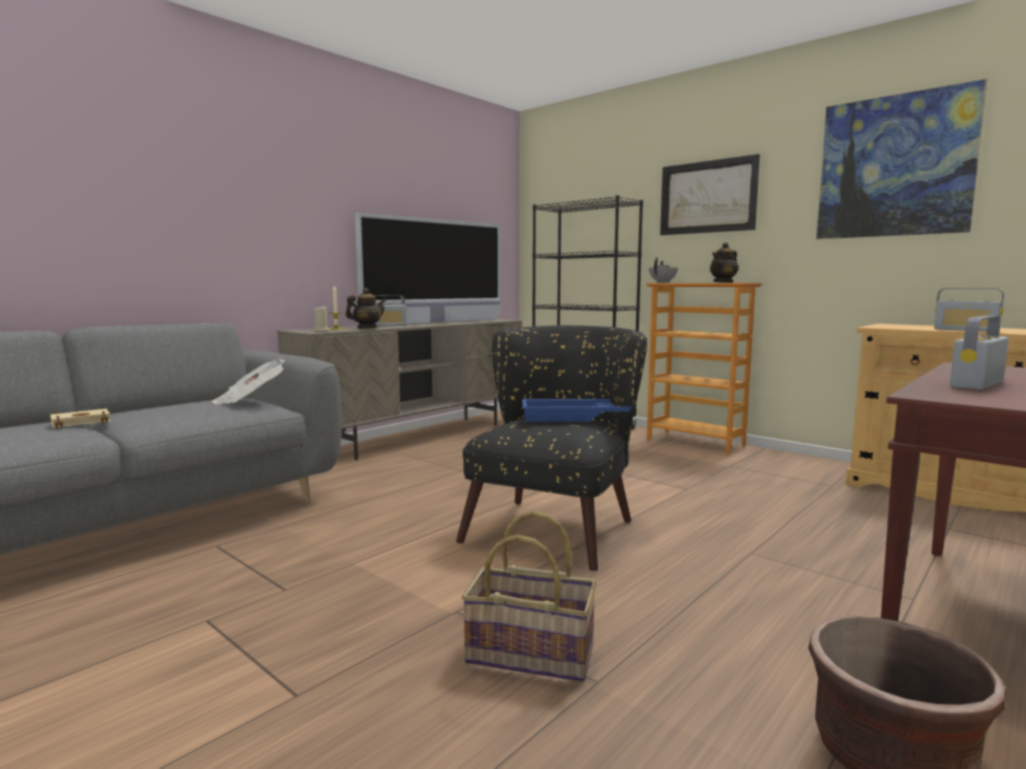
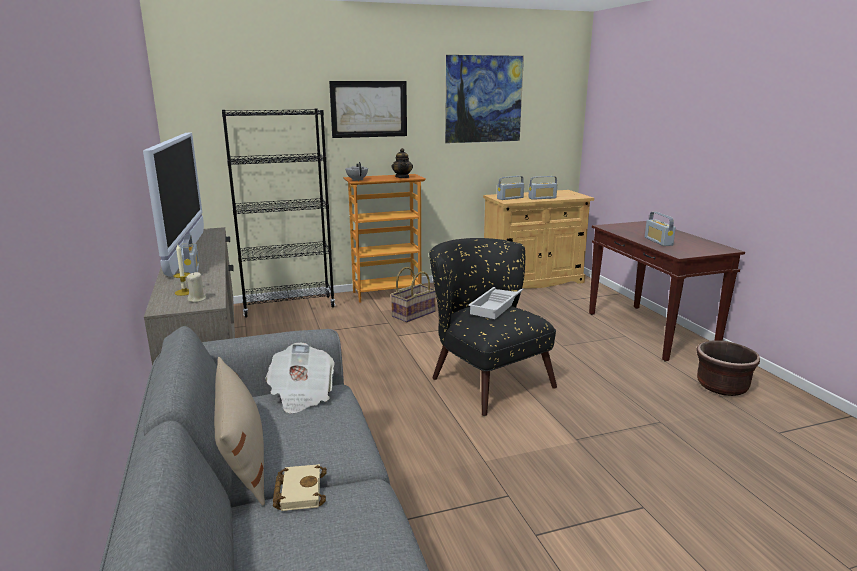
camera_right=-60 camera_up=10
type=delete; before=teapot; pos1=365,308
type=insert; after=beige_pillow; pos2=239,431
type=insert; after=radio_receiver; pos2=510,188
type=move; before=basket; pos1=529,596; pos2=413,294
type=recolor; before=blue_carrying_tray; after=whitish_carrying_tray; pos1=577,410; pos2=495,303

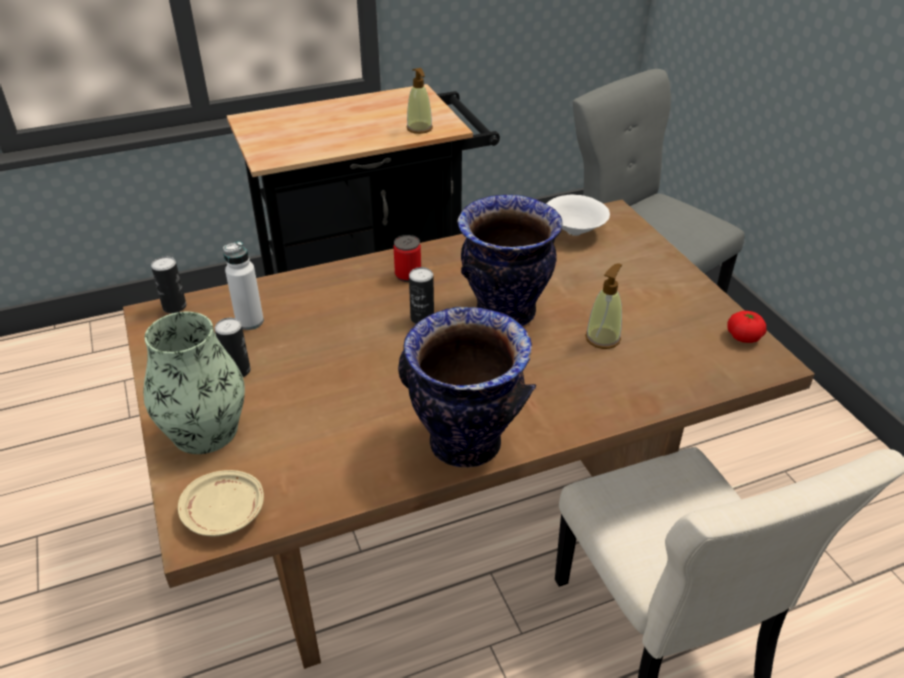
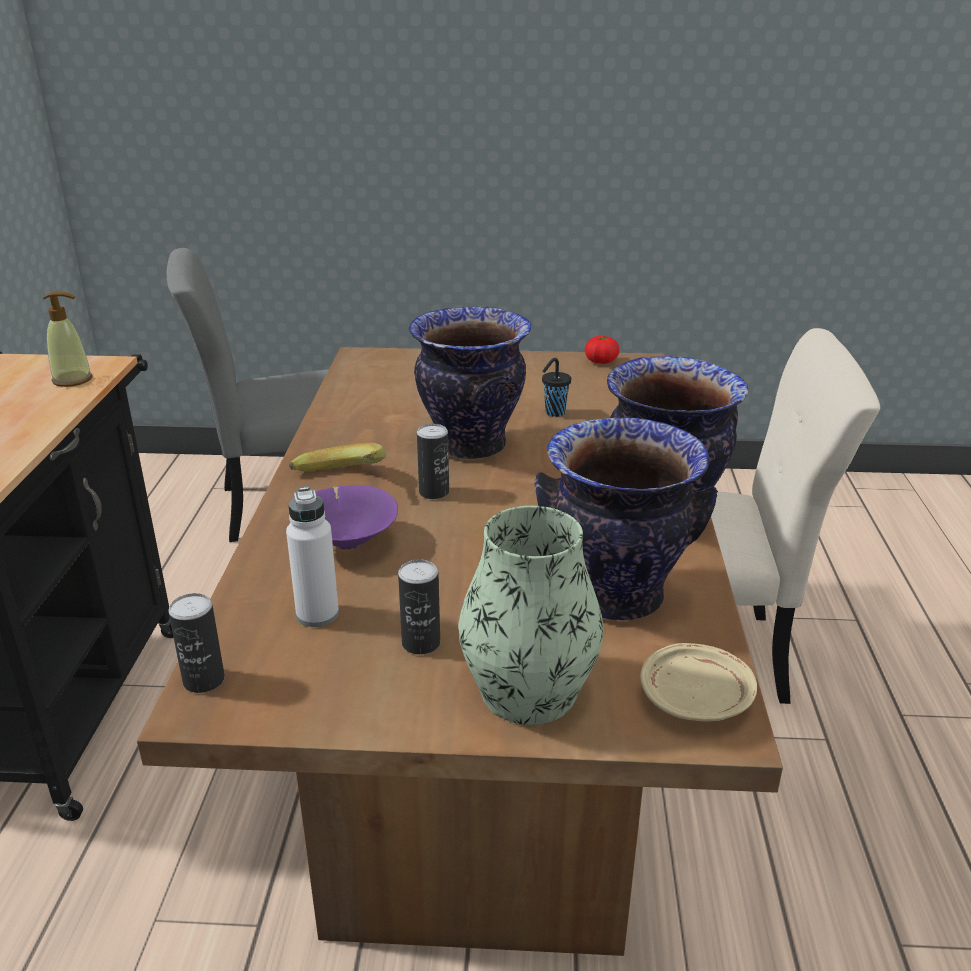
camera_right=-65 camera_up=-10
type=delete; before=whitish_deep_dish; pos1=578,215
type=insert; after=purple_deep_dish; pos2=356,517
type=insert; after=decorative_vase; pos2=626,519
type=replace; before=can; after=whole_banana; pos1=407,258; pos2=337,457
type=replace; before=liquid_soap_bottle; after=black-coloured_drinking_cup; pos1=603,306; pos2=556,387

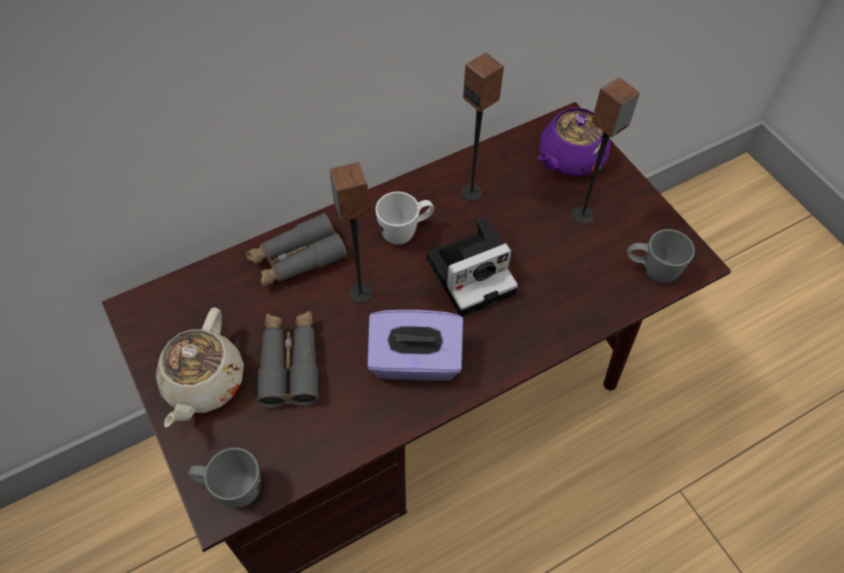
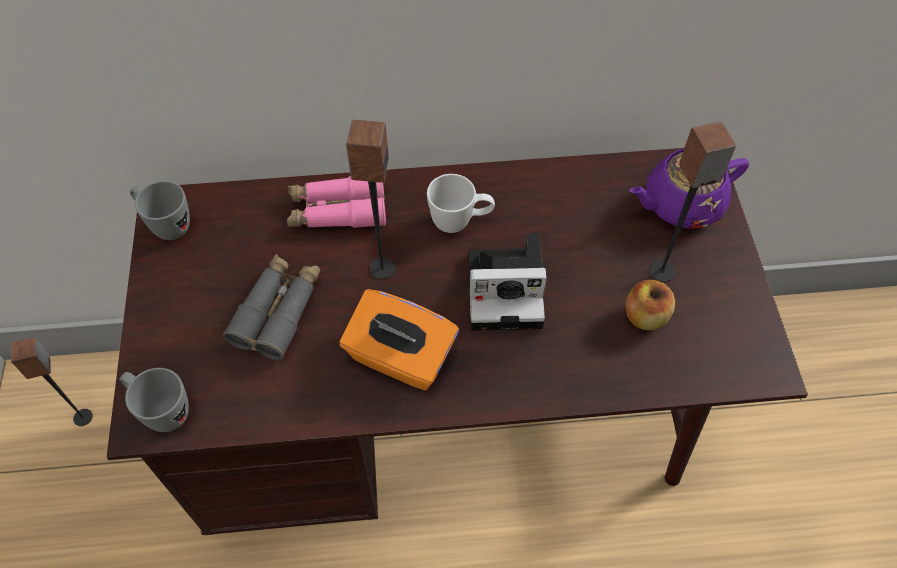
camera_right=25 camera_up=0
type=delete; before=beige_teapot; pos1=200,367
type=insert; after=whole_apple; pos2=650,305
type=move; before=speaker; pos1=482,127; pos2=52,382
type=move; before=greyish_coffee_mug; pos1=661,256; pos2=160,210
type=recolor; before=greyish_pair_of_binoculars; after=pink-coloured_pair_of_binoculars; pos1=296,250; pos2=336,202
type=recolor; before=purple_box_of_tissues; after=orange_box_of_tissues; pos1=415,345; pos2=399,340

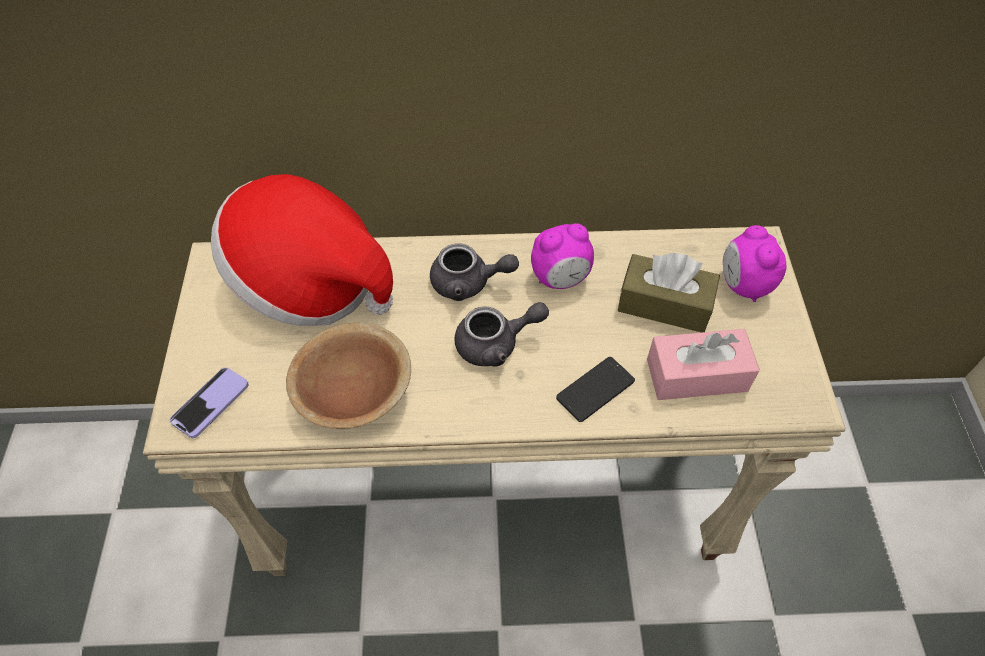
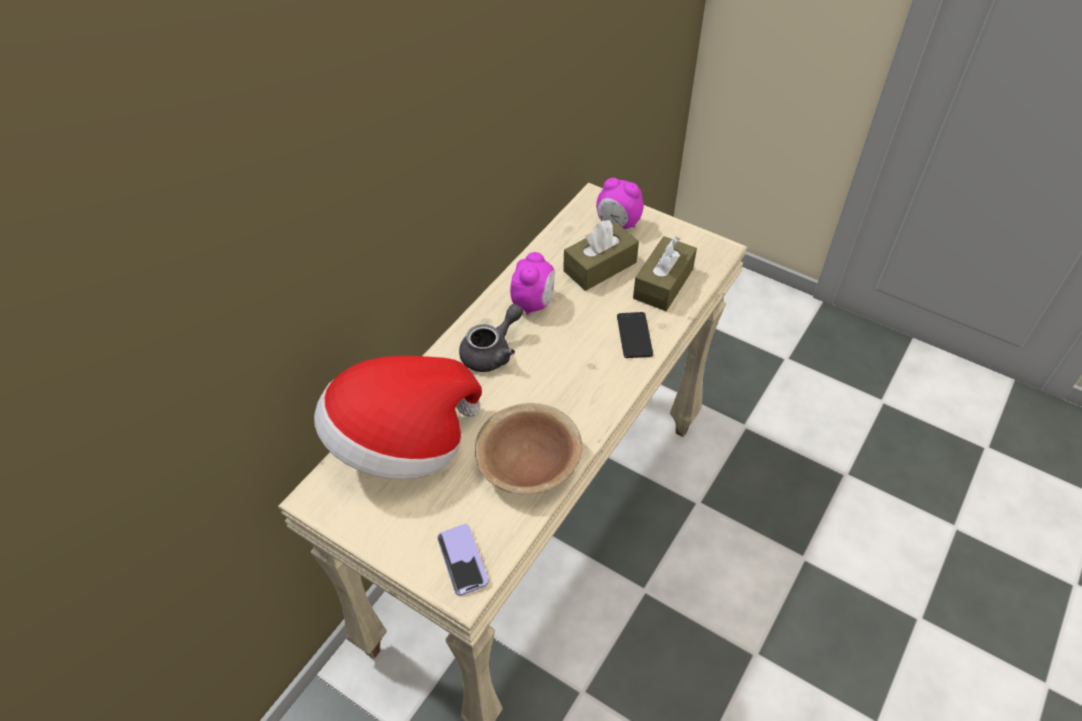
camera_right=-55 camera_up=-5
type=delete; before=greyish_teapot; pos1=501,334
type=recolor; before=pink-coloured_box_of_tissues; after=brown-coloured_box_of_tissues; pos1=703,364; pos2=665,273

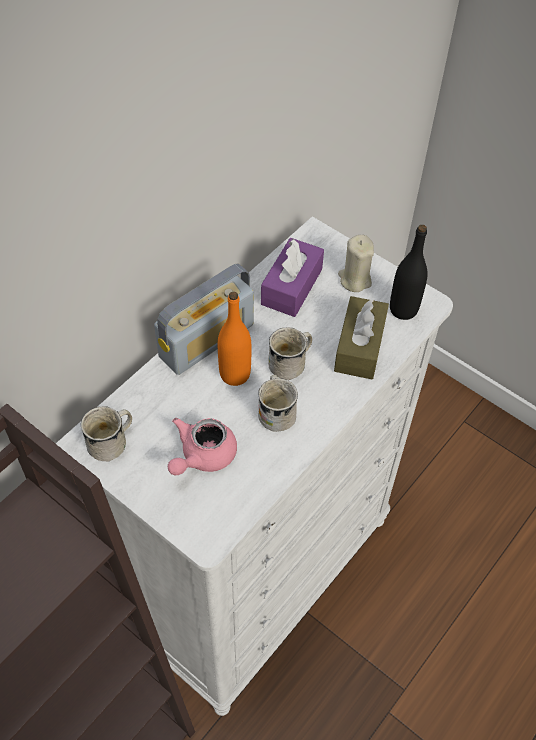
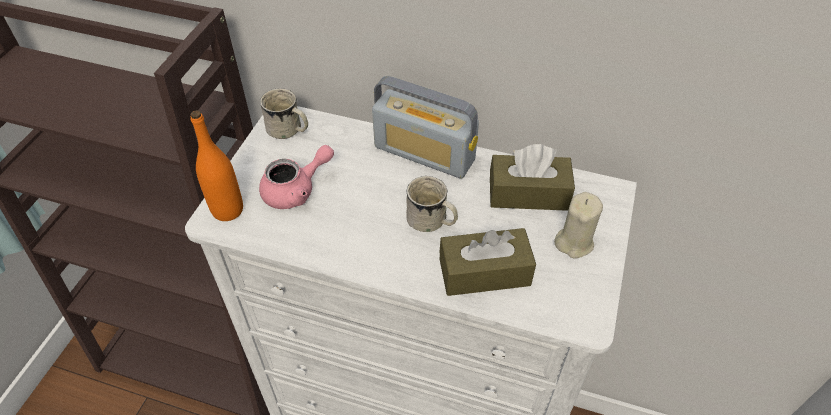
camera_right=70 camera_up=-5
type=delete; before=whitish_coffee_mug; pos1=278,403
type=delete; before=black-coloured_beverage_bottle; pos1=409,272
type=move; before=orange_beverage_bottle; pos1=235,339; pos2=216,165
type=recolor; before=purple_box_of_tissues; after=brown-coloured_box_of_tissues; pos1=292,277; pos2=532,177
type=rotate; before=pink-coloured_teapot; pos1=202,446; pos2=296,177; turn=135

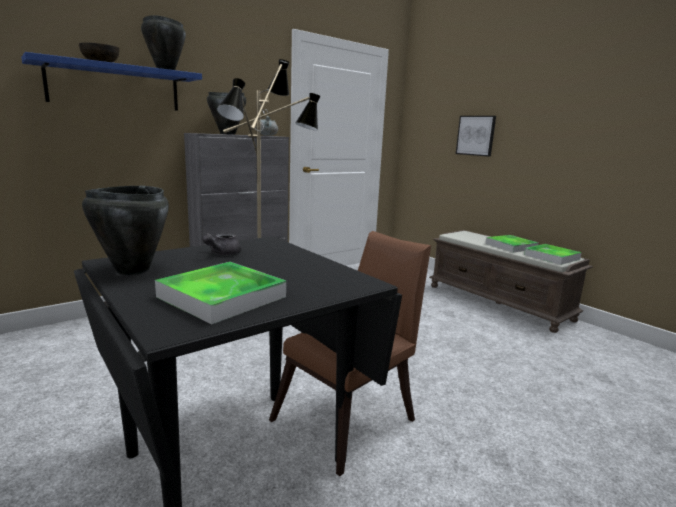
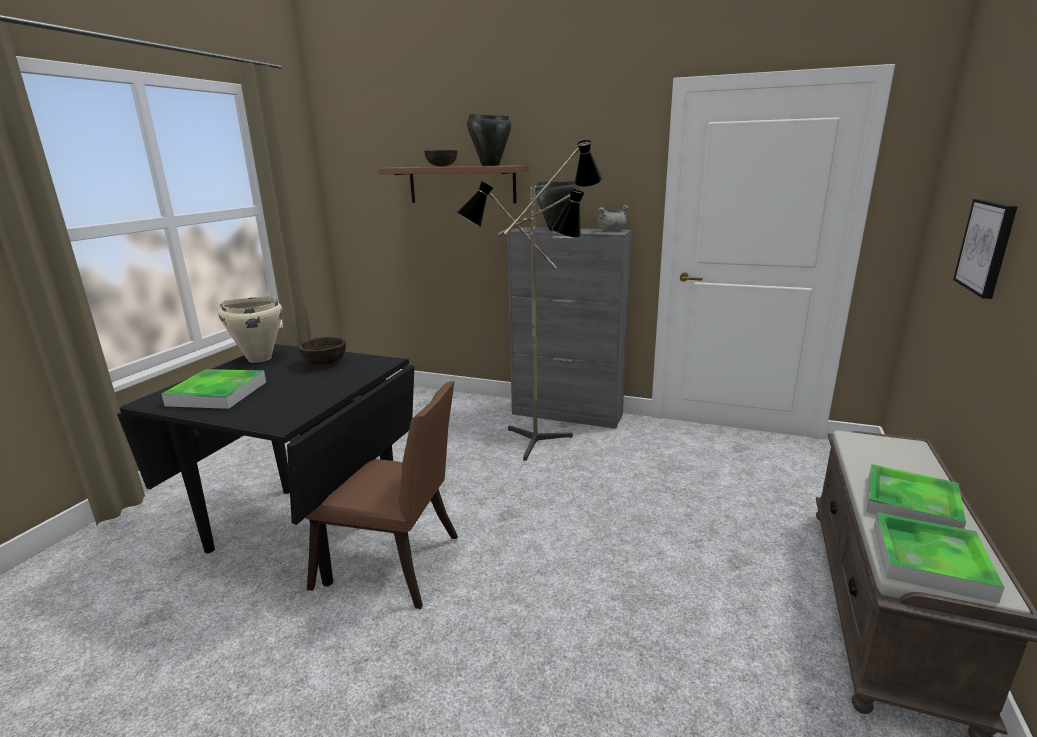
camera_right=60 camera_up=5
type=replace; before=greyish_teapot; after=brown-coloured_deep_dish; pos1=222,244; pos2=322,351
type=recolor; before=blue_bracket_shelf; after=brown-coloured_bracket_shelf; pos1=111,81; pos2=453,184
type=recolor; before=black-coloured_cooking_pot; after=beige_cooking_pot; pos1=125,230; pos2=250,330

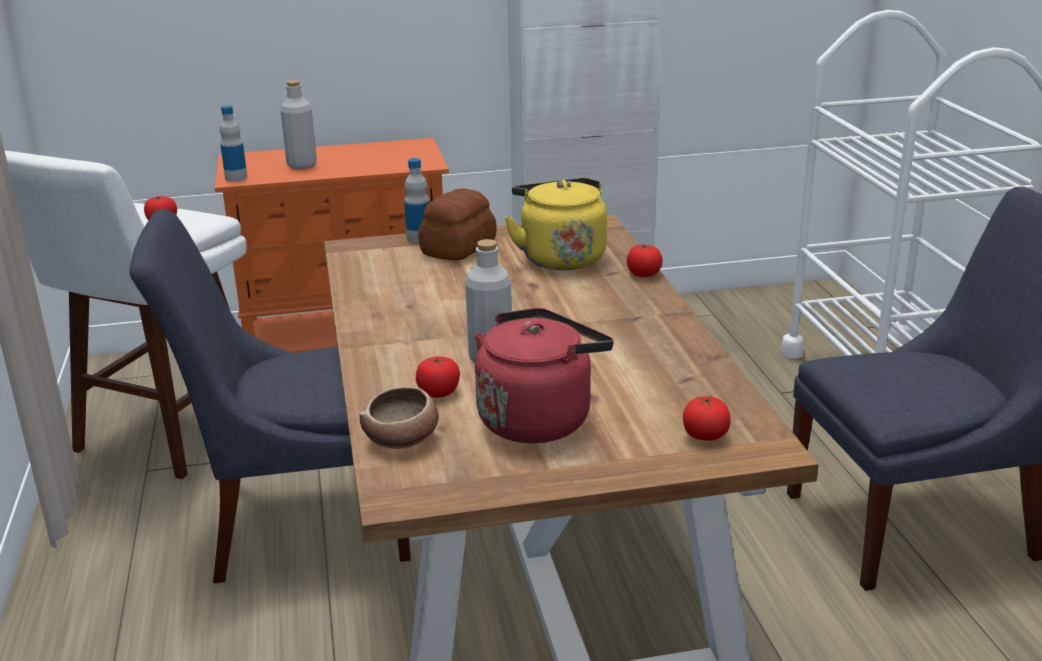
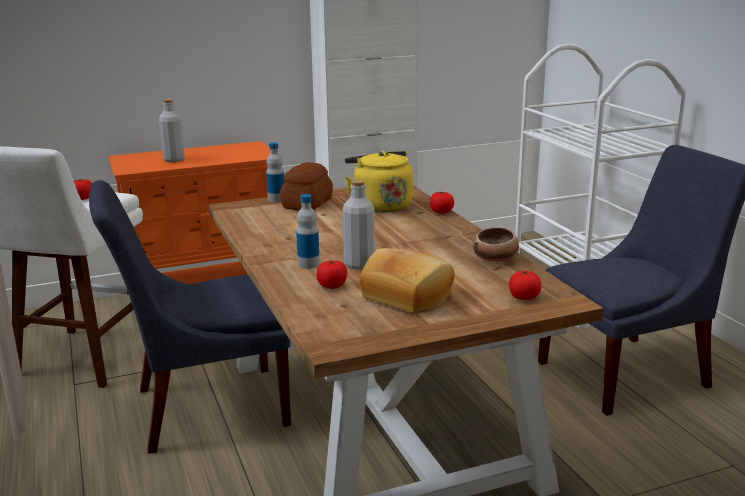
camera_right=-10 camera_up=-5
type=move; before=beverage_bottle; pos1=233,143; pos2=308,231
type=move; before=deep_dish; pos1=399,417; pos2=496,244
type=replace; before=red-coloured_tea_kettle; after=baked_bread; pos1=544,375; pos2=407,280

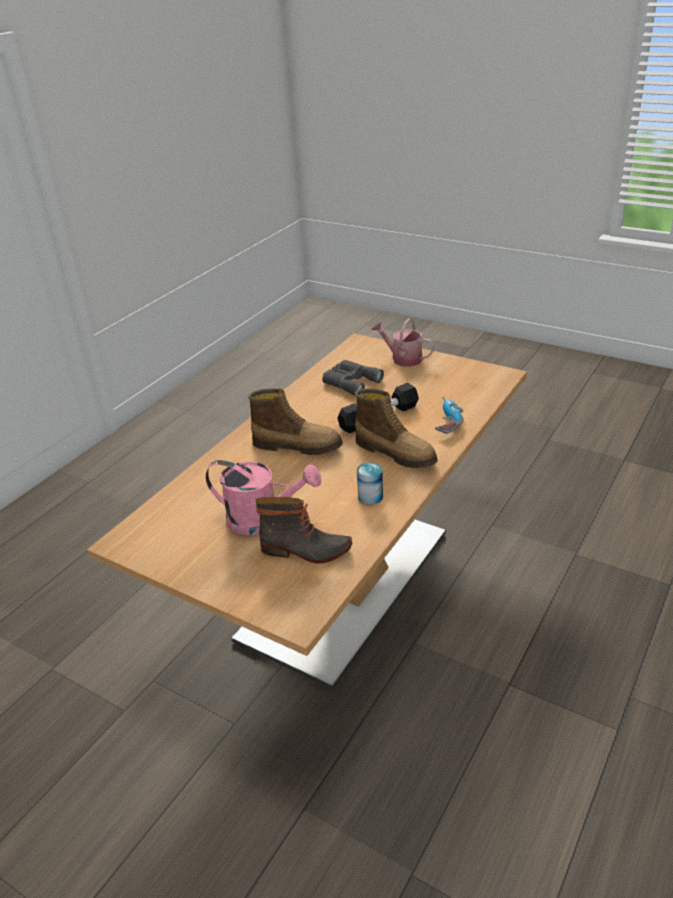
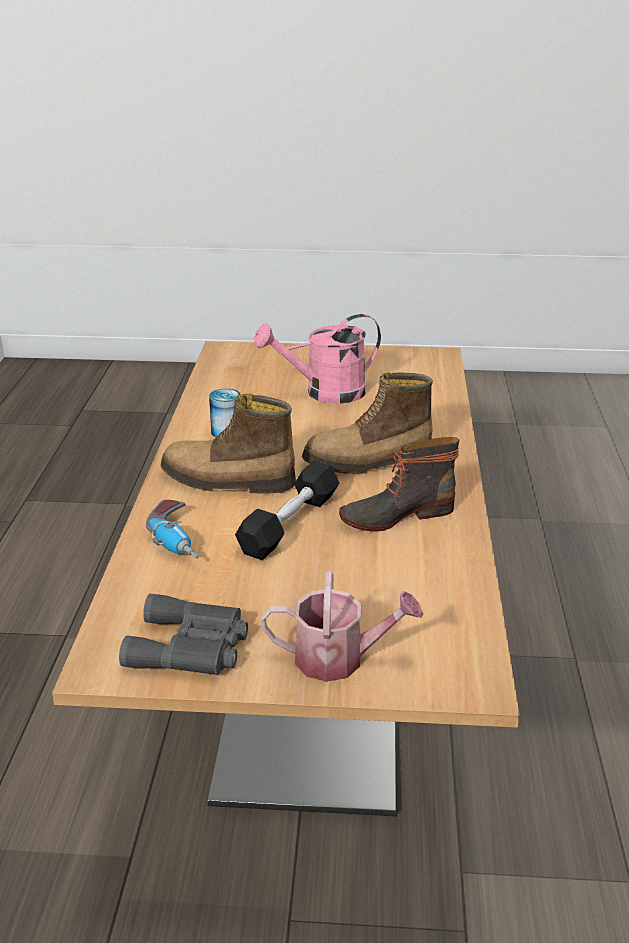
camera_right=150 camera_up=-5
type=move; before=high-top_boot; pos1=303,530; pos2=399,484
type=move; before=greyish_pair_of_binoculars; pos1=353,377; pos2=183,634

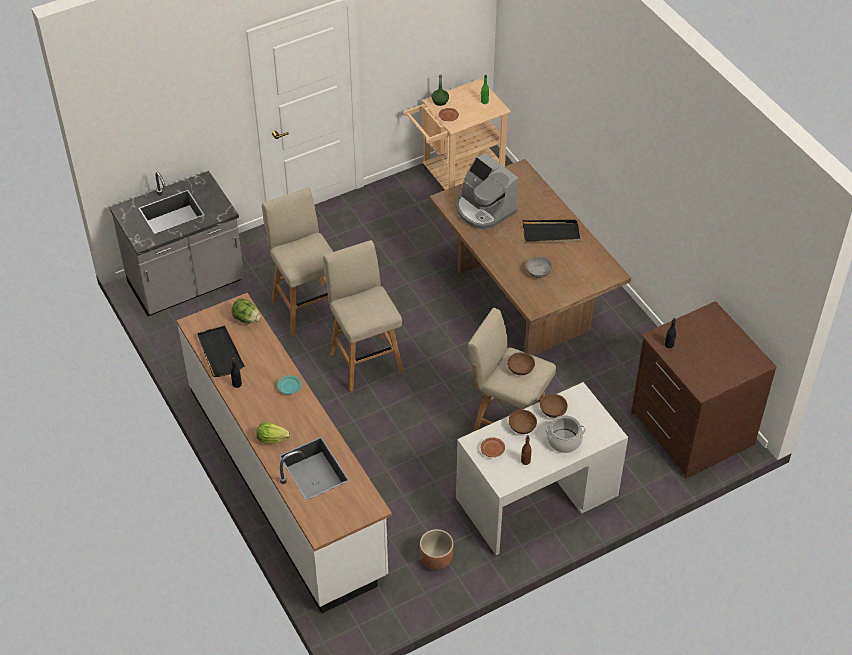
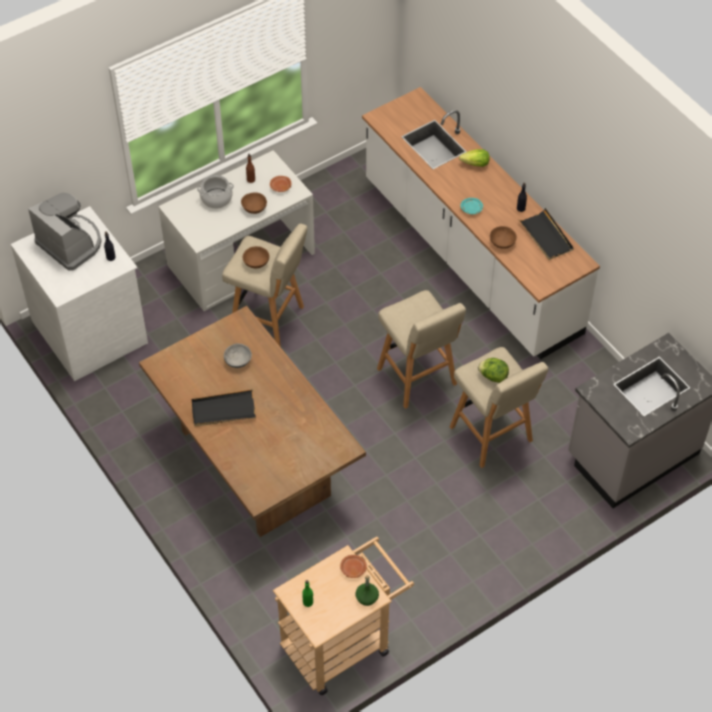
camera_right=175 camera_up=5
type=delete; before=brown-coloured_flower_pot; pos1=437,549
type=move; before=lettuce; pos1=246,311; pos2=493,370
type=move; before=coffee_maker; pos1=487,191; pos2=65,232
type=move; before=brown-coloured_deep_dish; pos1=554,406; pos2=503,237
type=recolor; before=brown-coloured_dresser; after=whitish_dresser; pos1=704,390; pos2=79,293

